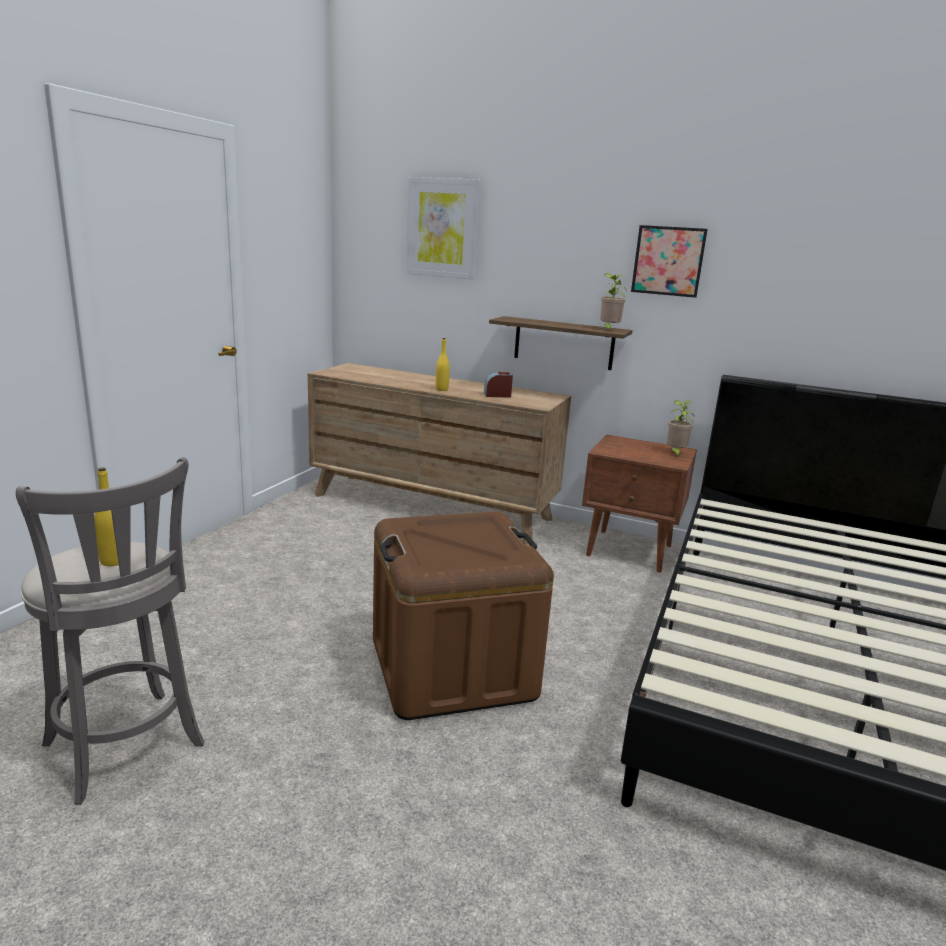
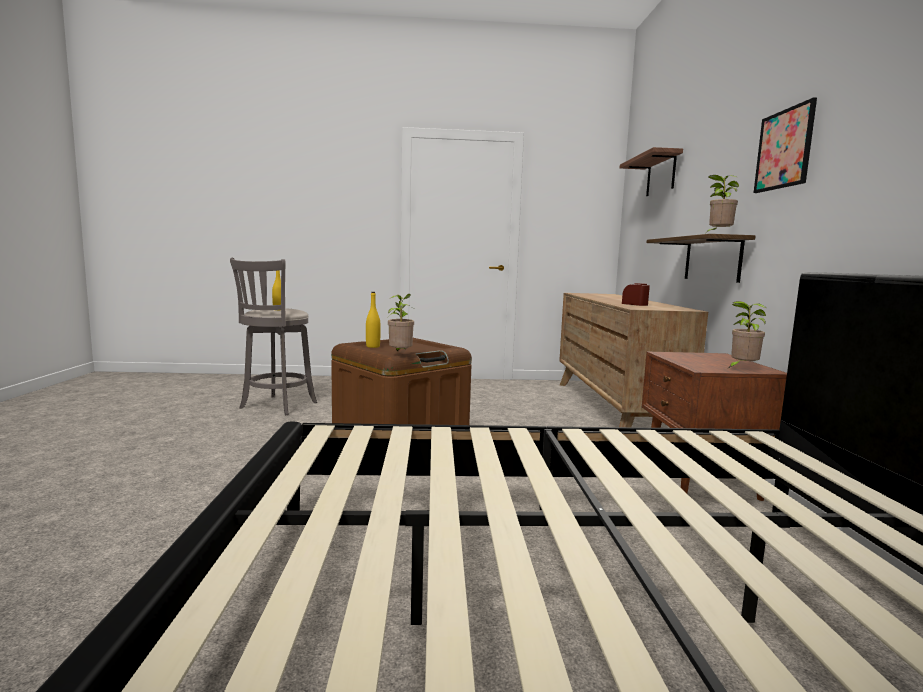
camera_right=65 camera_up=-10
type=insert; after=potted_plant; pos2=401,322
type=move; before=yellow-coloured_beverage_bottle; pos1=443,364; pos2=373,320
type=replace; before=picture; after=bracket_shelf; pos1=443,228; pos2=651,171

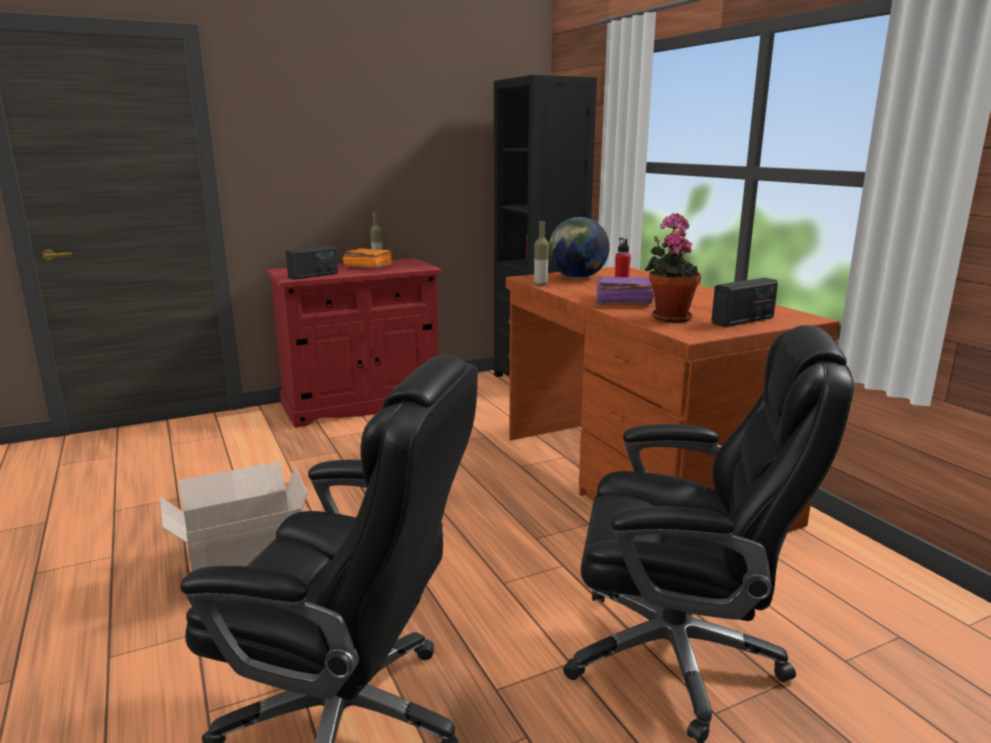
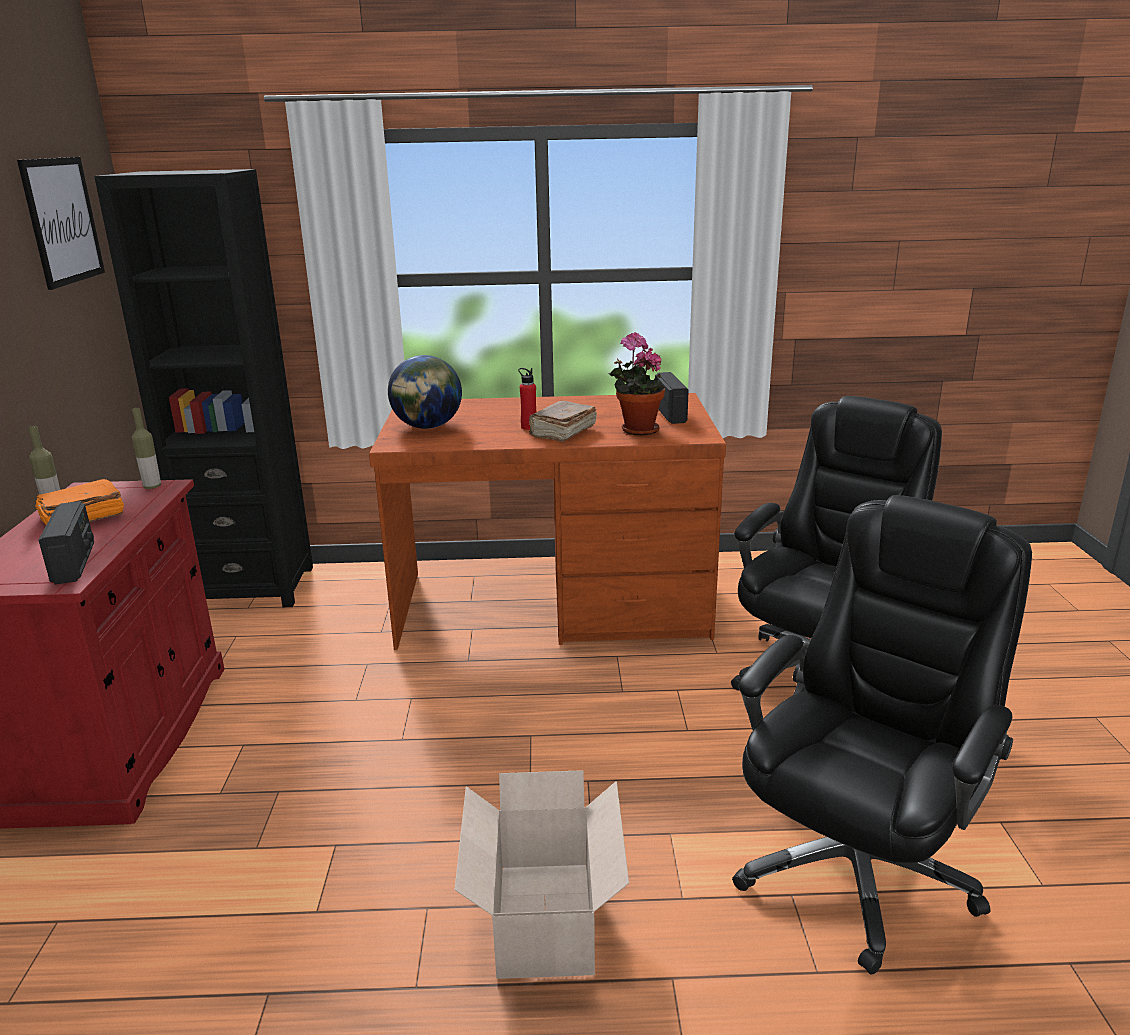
camera_right=-65 camera_up=5
type=insert; after=picture; pos2=61,223
type=move; before=beverage_bottle; pos1=541,253; pos2=146,448
type=recolor; before=purple_book; after=brown-coloured_book; pos1=624,290; pos2=563,421

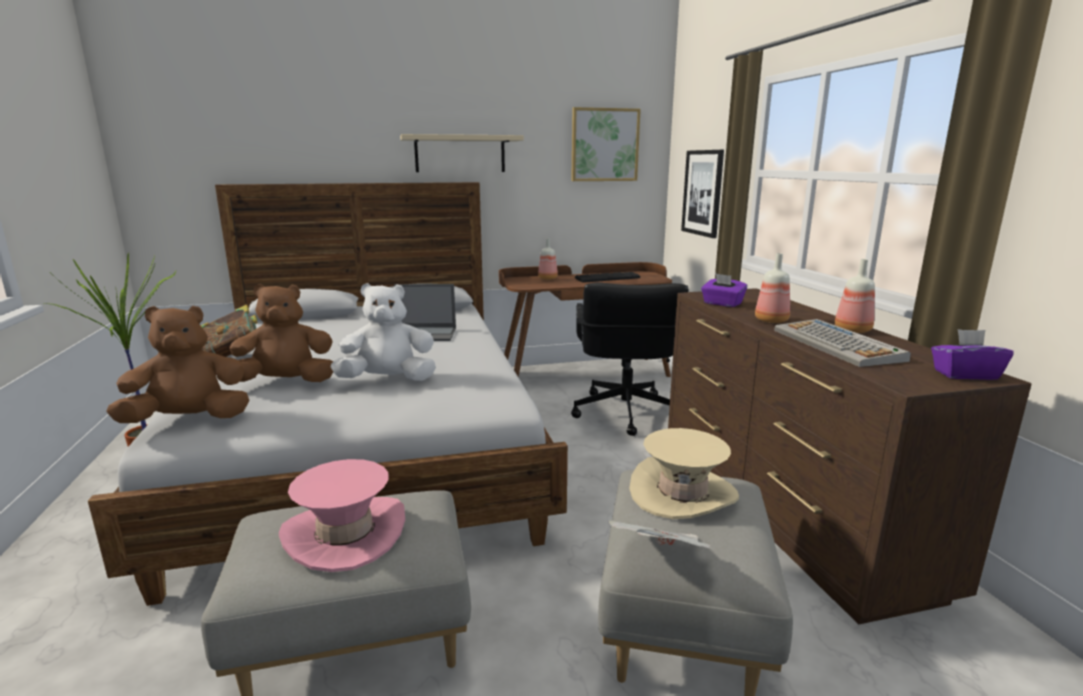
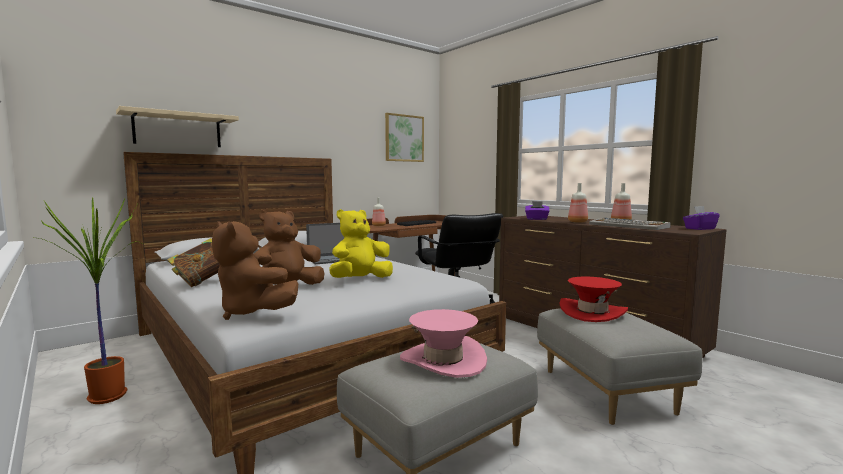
camera_right=-25 camera_up=-10
type=delete; before=daily_paper; pos1=662,535
type=delete; before=picture; pos1=702,194
type=move; before=beige_bracket_shelf; pos1=462,153; pos2=177,126
type=recolor; before=whitish_soft_toy; after=yellow-coloured_soft_toy; pos1=383,332; pos2=361,243
type=recolor; before=beige_wearable_hat; after=red-coloured_wearable_hat; pos1=684,473; pos2=593,299
type=rotate; before=brown-coloured_soft_toy; pos1=177,364; pos2=255,270; turn=-90

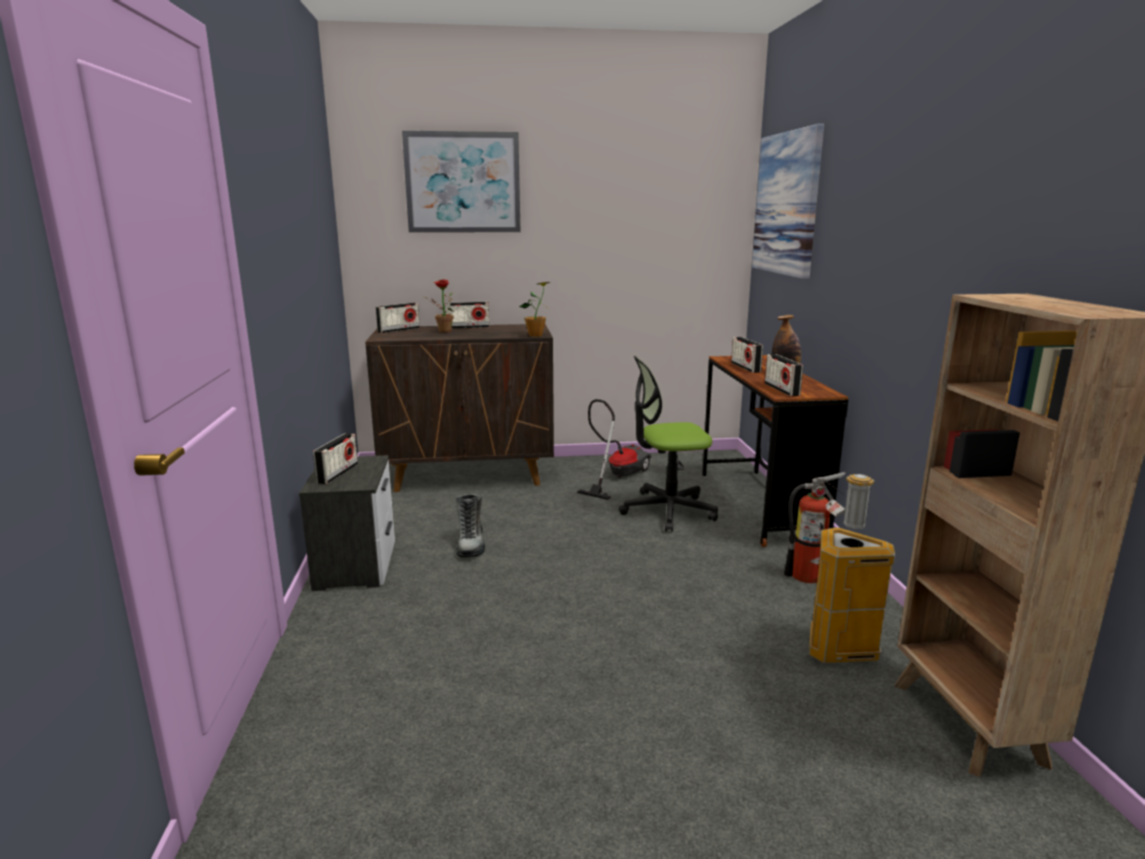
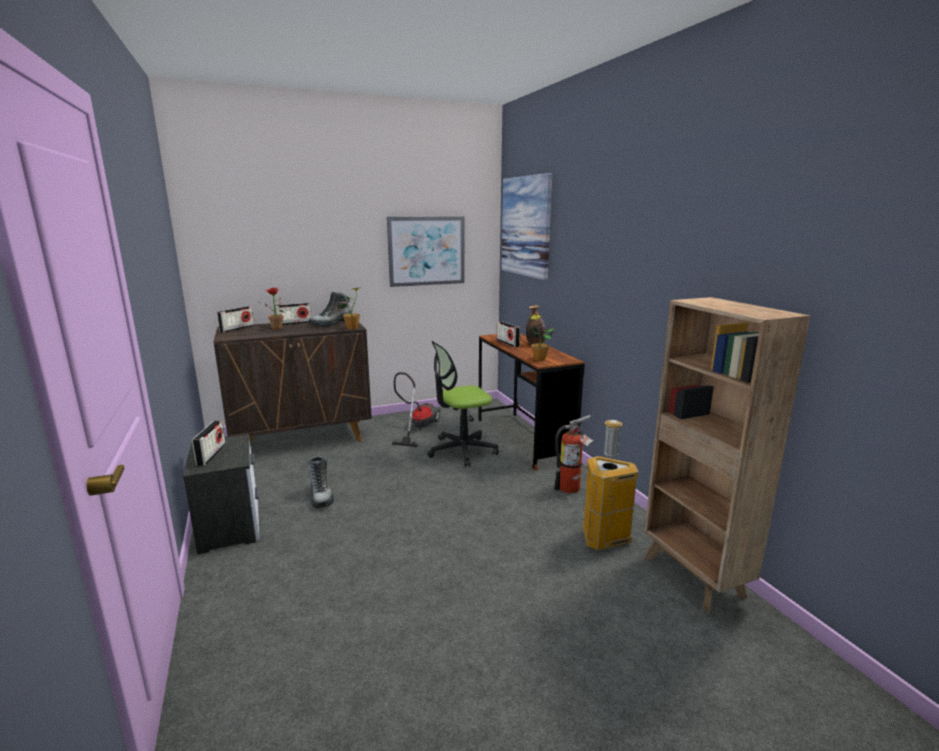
camera_right=-15 camera_up=0
type=insert; after=high-top_boot; pos2=330,309
type=move; before=picture; pos1=461,182; pos2=426,251
type=replace; before=radio_receiver; after=potted_plant; pos1=784,375; pos2=541,338

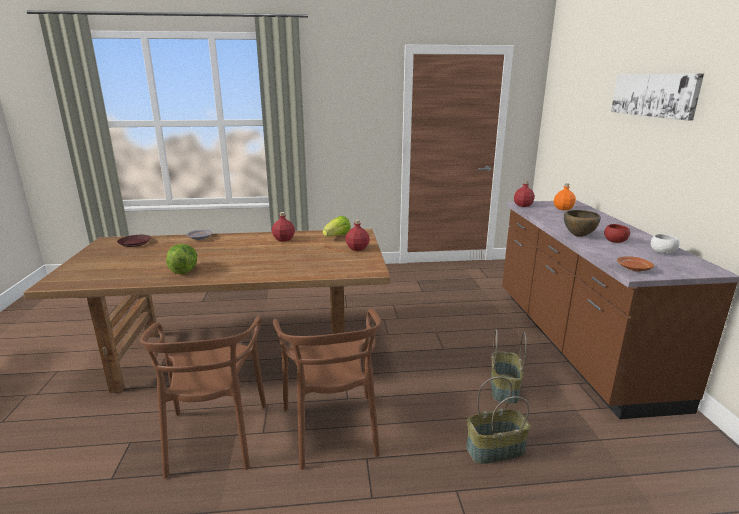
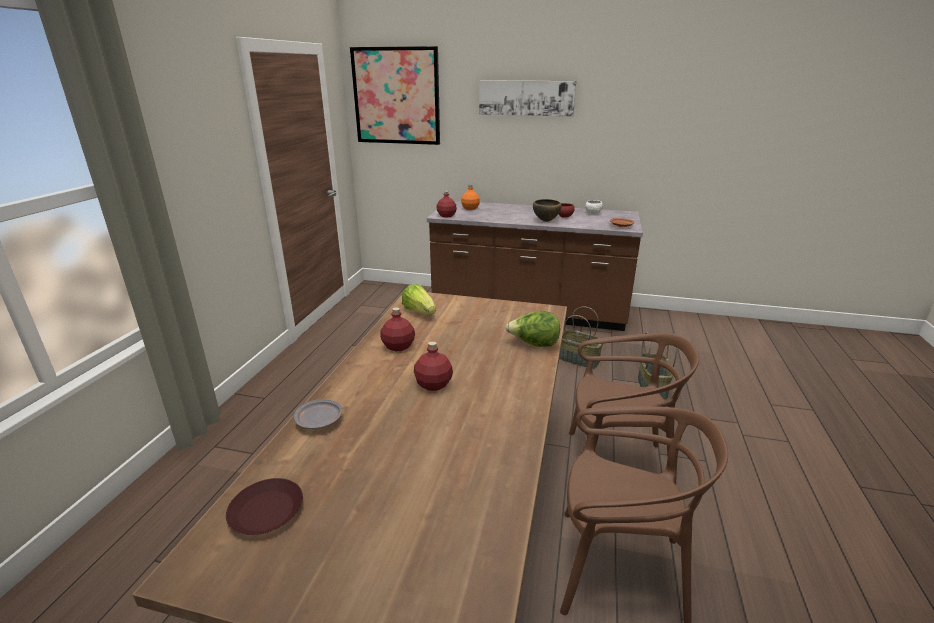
camera_right=-70 camera_up=5
type=insert; after=picture; pos2=395,95
type=move; before=lettuce; pos1=181,259; pos2=533,329
type=move; before=red-coloured_beverage_bottle; pos1=358,235; pos2=433,366

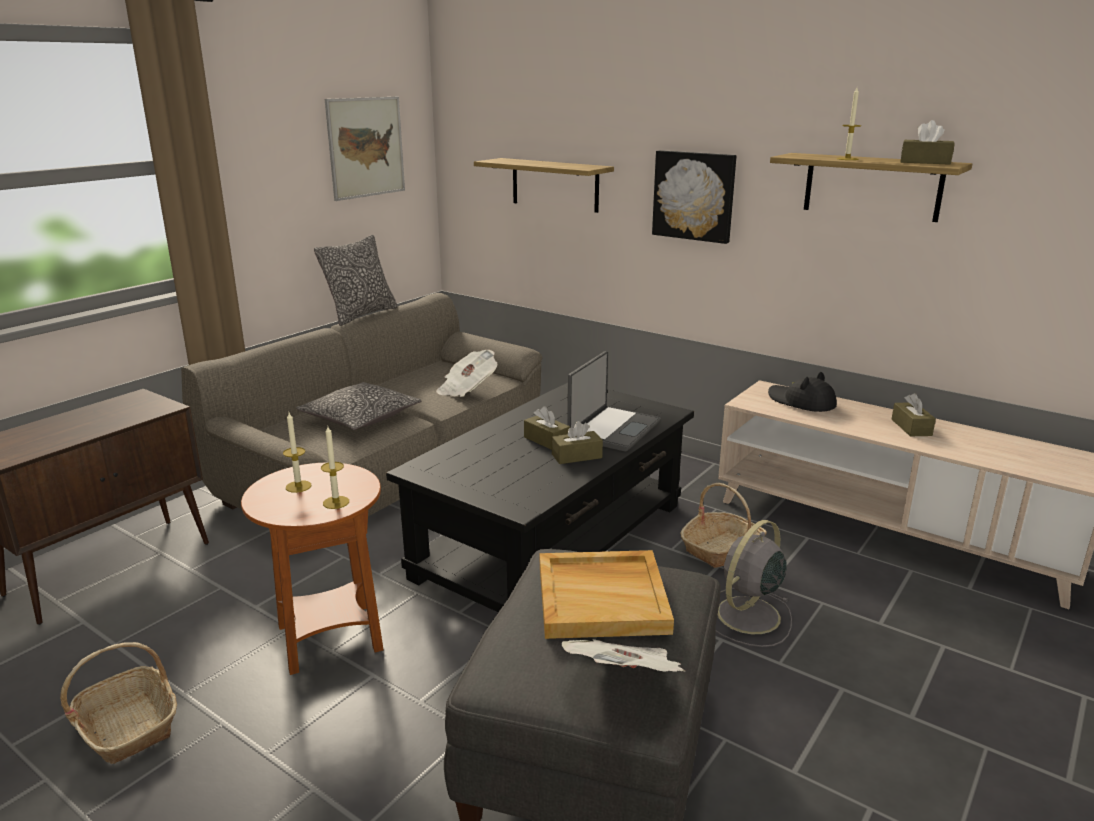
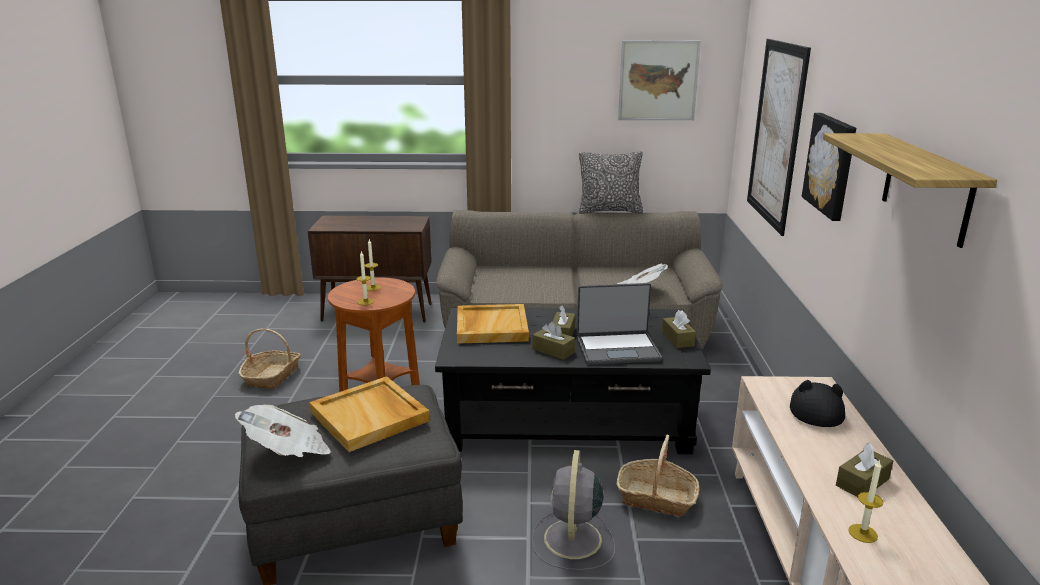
camera_right=55 camera_up=0
type=delete; before=pillow; pos1=358,406
type=insert; after=beige_carrying_tray; pos2=493,324
type=move; before=wax_light; pos1=849,124; pos2=865,501
type=move; before=brown-coloured_box_of_tissues; pos1=927,142; pos2=679,329
type=replace; before=bracket_shelf; after=picture; pos1=544,185; pos2=779,137
type=rotate; before=greyish_electric_fan; pos1=754,583; pos2=573,510; turn=-90

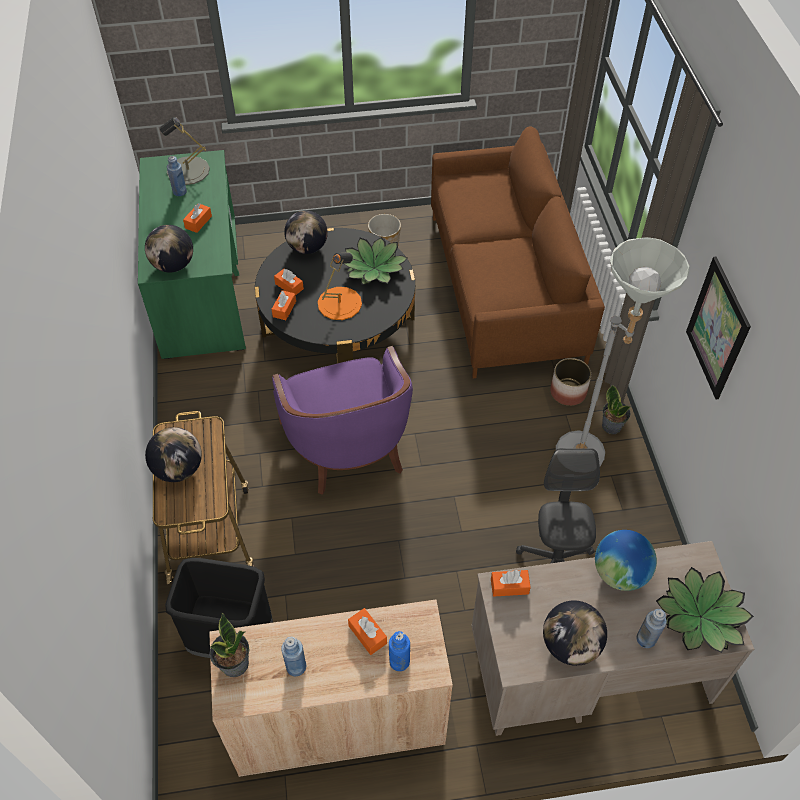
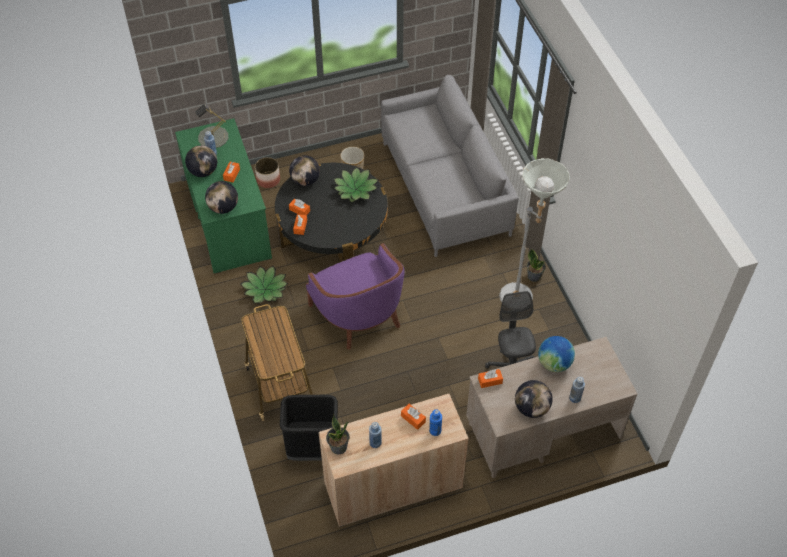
camera_right=-10 camera_up=0
type=delete; before=orange_tabletop_lamp; pos1=340,286
type=delete; before=picture; pos1=718,328
type=move; before=globe; pos1=173,454; pos2=201,161
type=move; before=flower_pot; pos1=570,382; pos2=267,172
type=move; before=potted_plant; pos1=705,610; pos2=264,285
type=recolor; before=brown-coloured_couch; after=greyish_couch; pos1=518,252; pos2=450,166

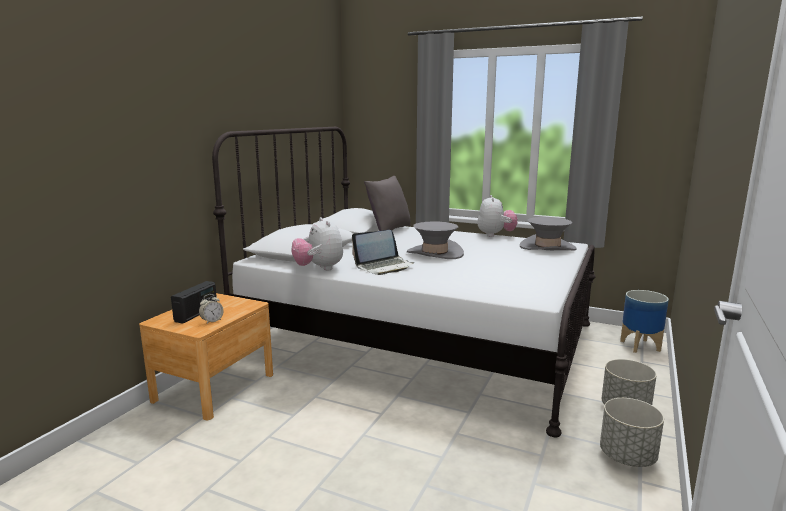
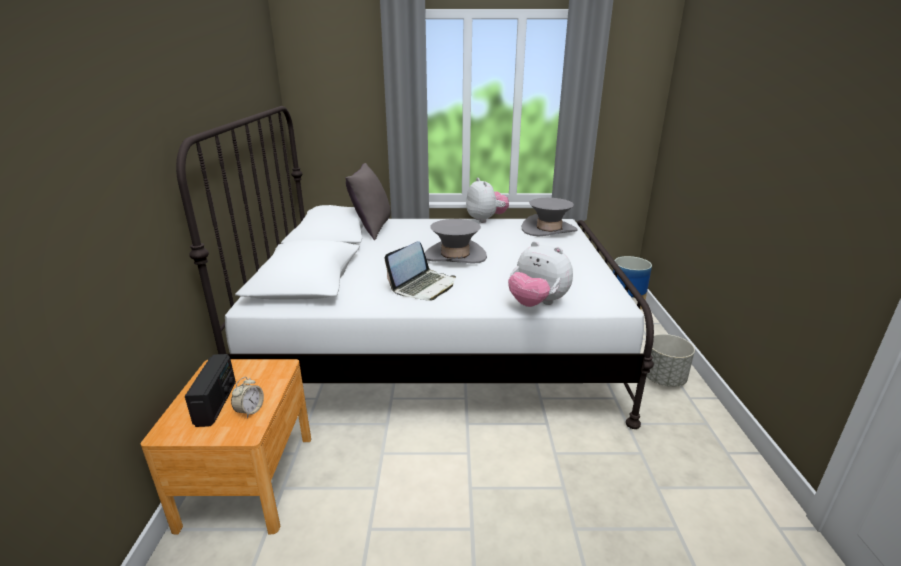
camera_right=-25 camera_up=10
type=delete; before=greyish_flower_pot; pos1=632,432
type=move; before=soft_toy; pos1=317,243; pos2=540,274

